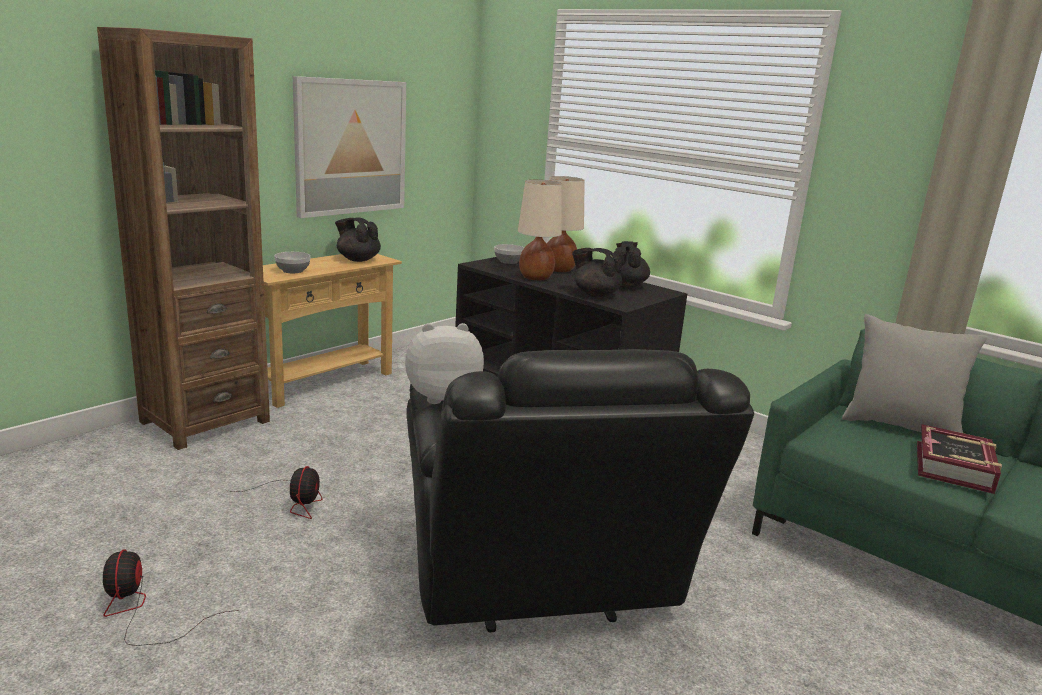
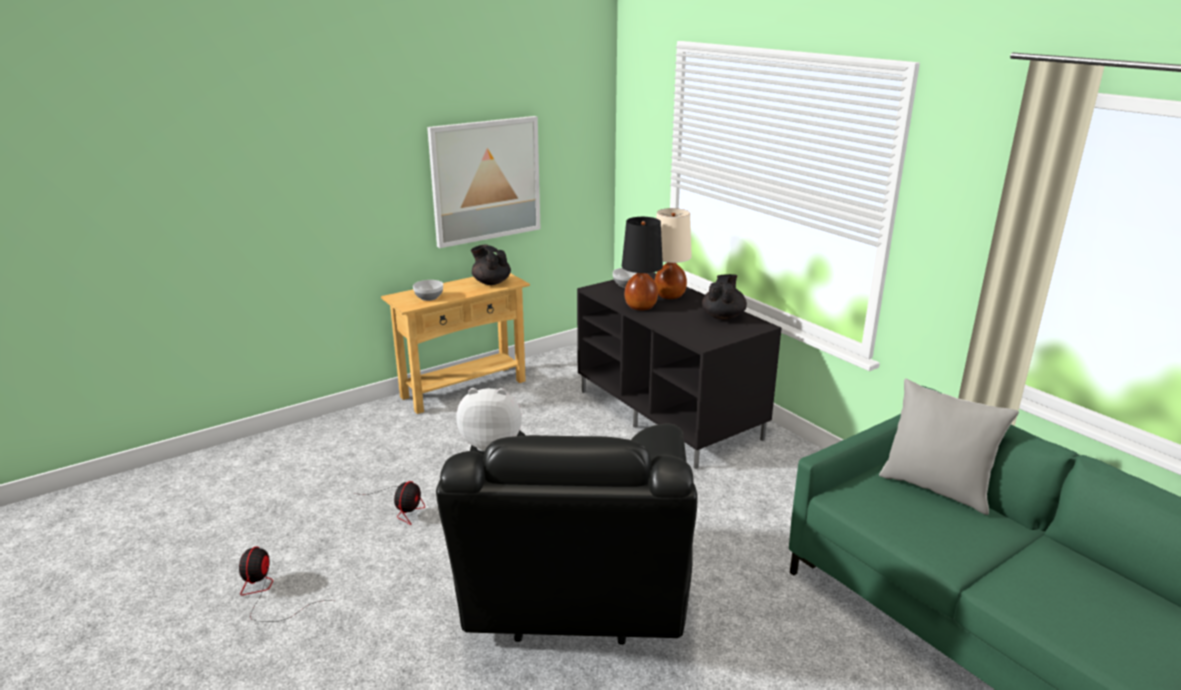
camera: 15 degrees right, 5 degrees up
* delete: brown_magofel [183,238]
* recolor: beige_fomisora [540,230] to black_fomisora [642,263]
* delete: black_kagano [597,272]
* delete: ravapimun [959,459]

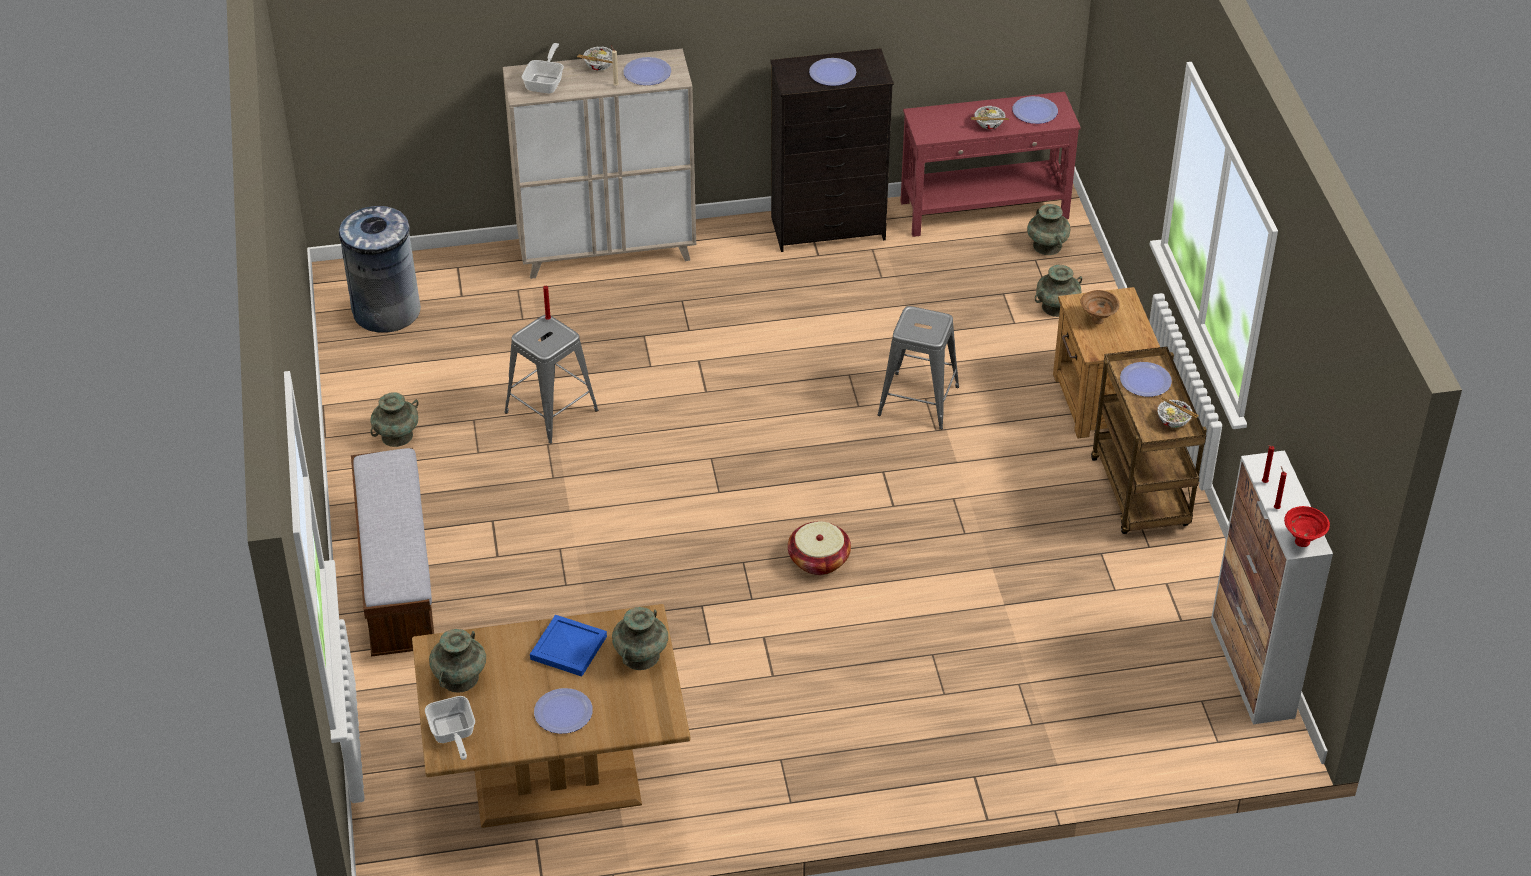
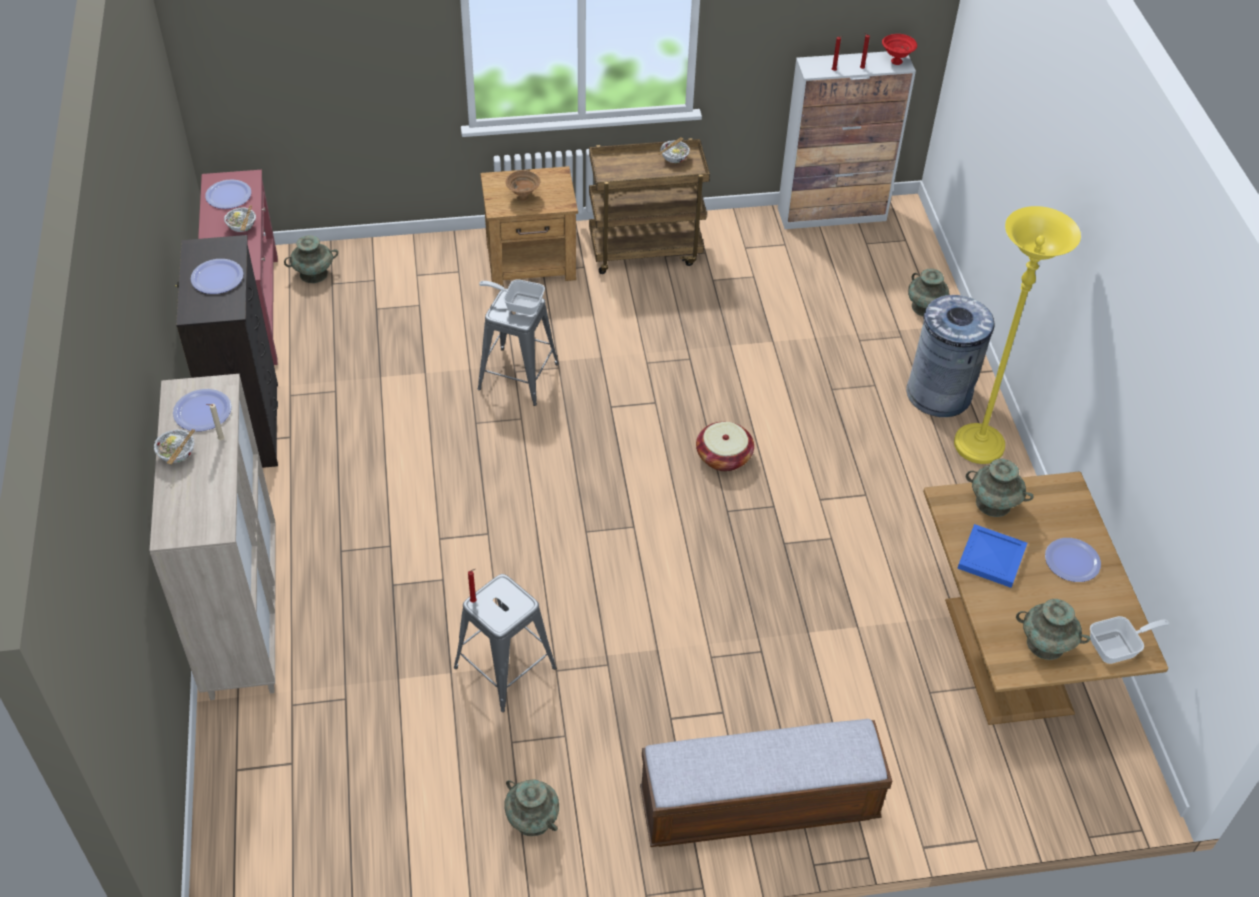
camera: 90 degrees left, 5 degrees up
* move: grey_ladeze [380,269] to [950,356]
* move: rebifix [543,68] to [512,297]
* move: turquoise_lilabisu [1058,291] to [929,293]
* delete: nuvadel [1146,379]
* insert: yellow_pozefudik [1017,335]

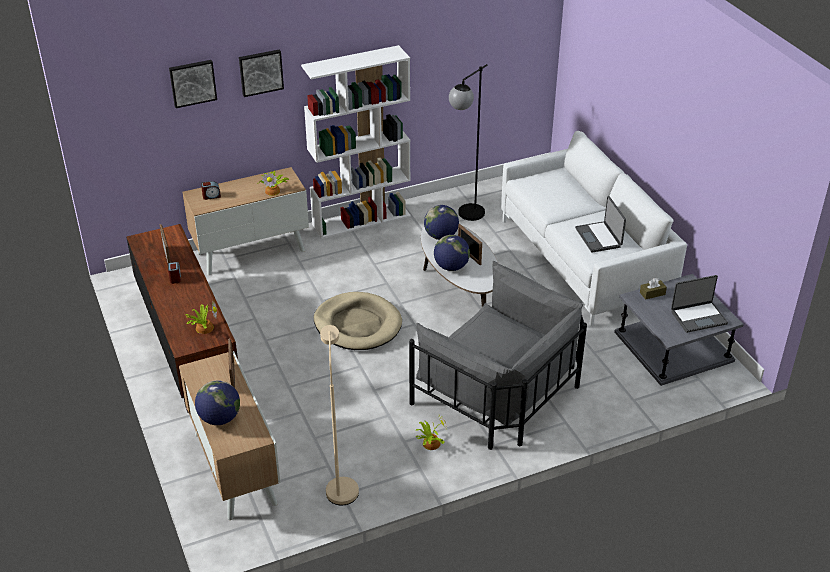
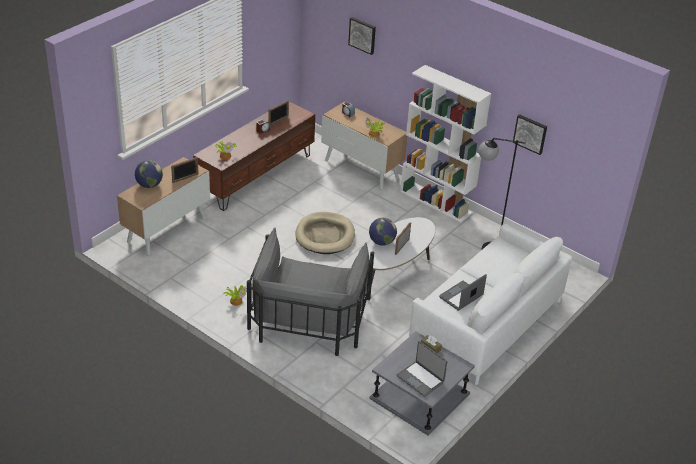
camera: 60 degrees right, 0 degrees up
* move: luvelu [261,73] to [530,134]
* delete: beige_pozefudik [339,415]
* delete: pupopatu [441,222]

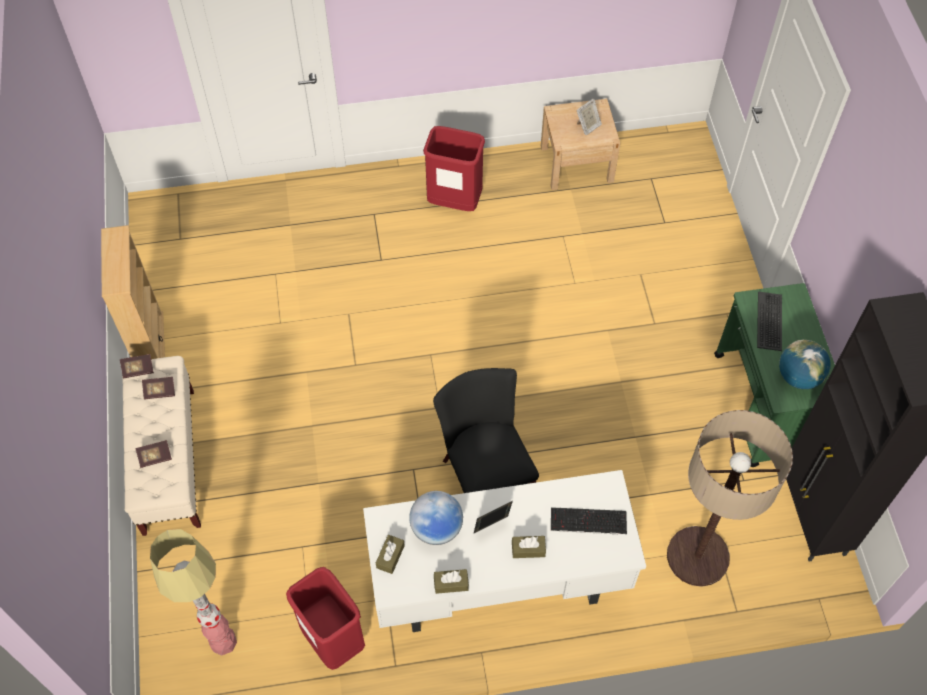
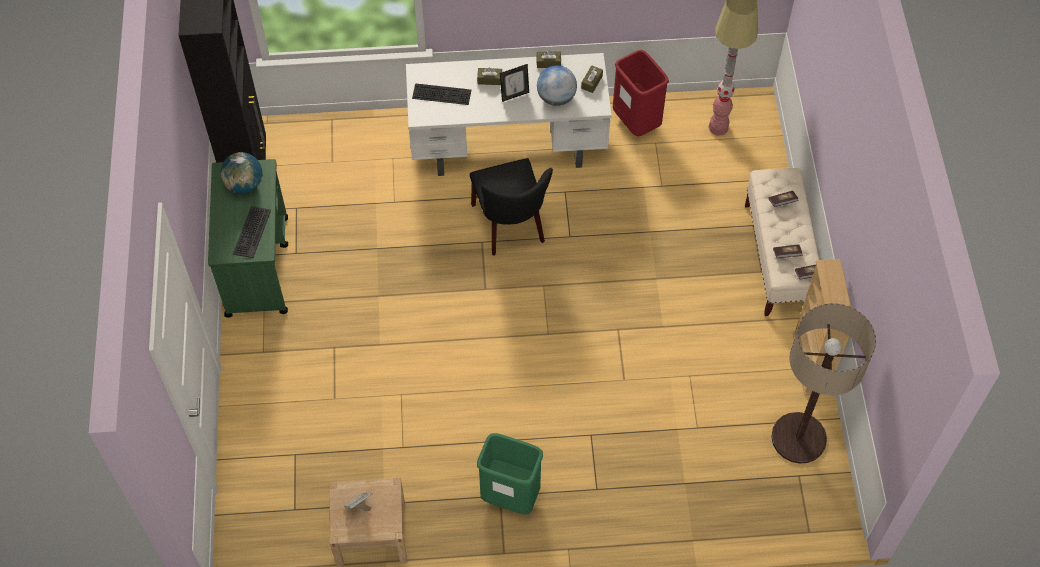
camera: 175 degrees left, 0 degrees up
* recolor: red_ladeze [454,168] to green_ladeze [510,473]
* move: pozefudik [730,498] to [823,383]

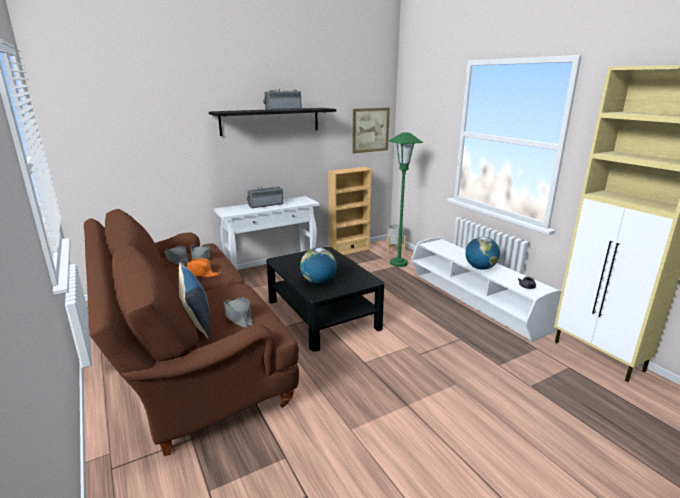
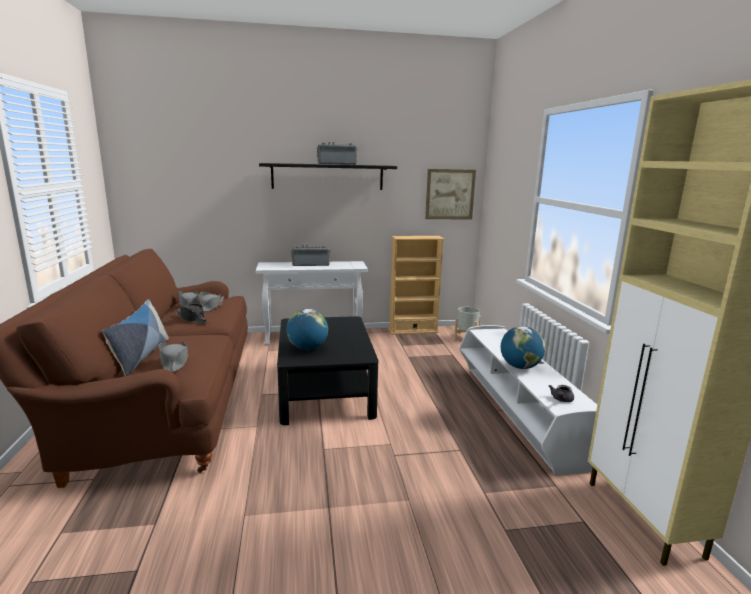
camera: 20 degrees right, 5 degrees down
* recolor: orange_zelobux [199,267] to black_zelobux [192,314]
* delete: green_pozefudik [406,199]

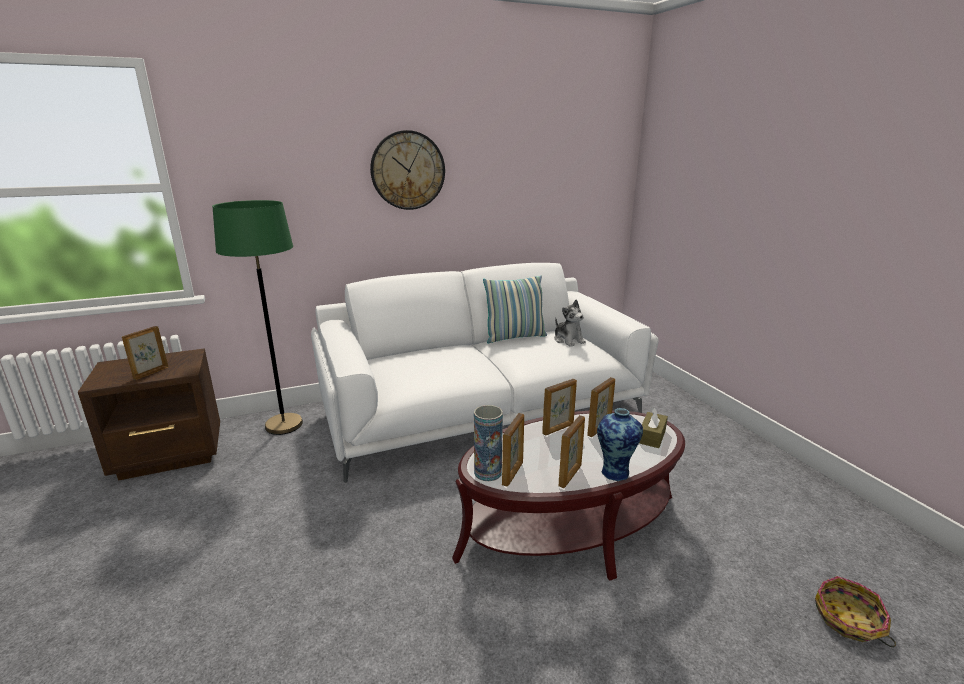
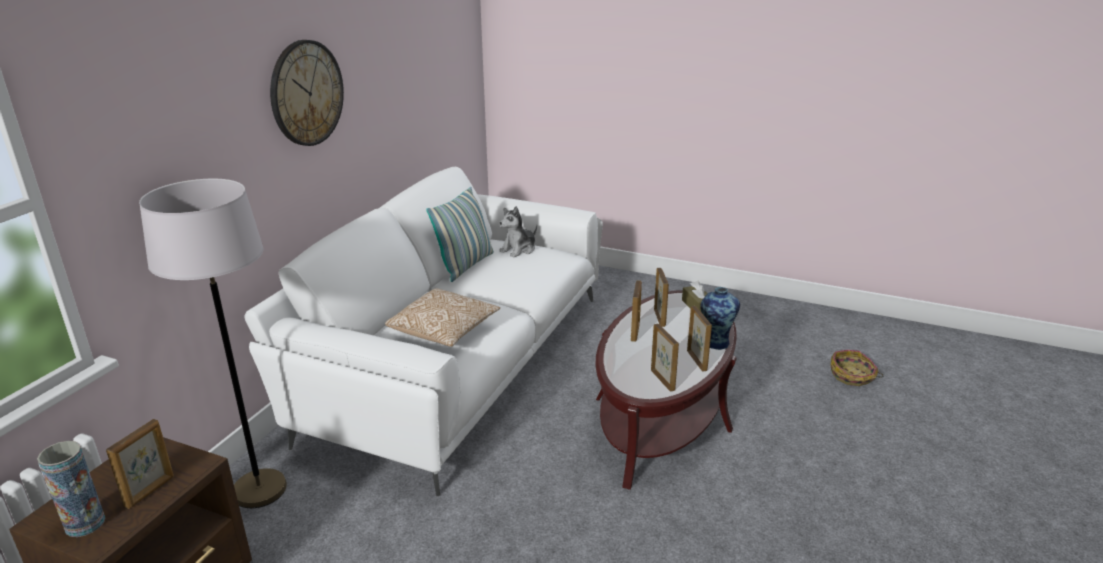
camera: 45 degrees left, 5 degrees up
* rotate: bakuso [145,353] = [140,464] 135 degrees counterclockwise
* recolor: green_pozefudik [257,317] to grey_pozefudik [213,343]
* move: lilabisu [488,443] to [71,489]
* rotate: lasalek [570,323] = [518,232] 120 degrees clockwise
* insert: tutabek [442,317]

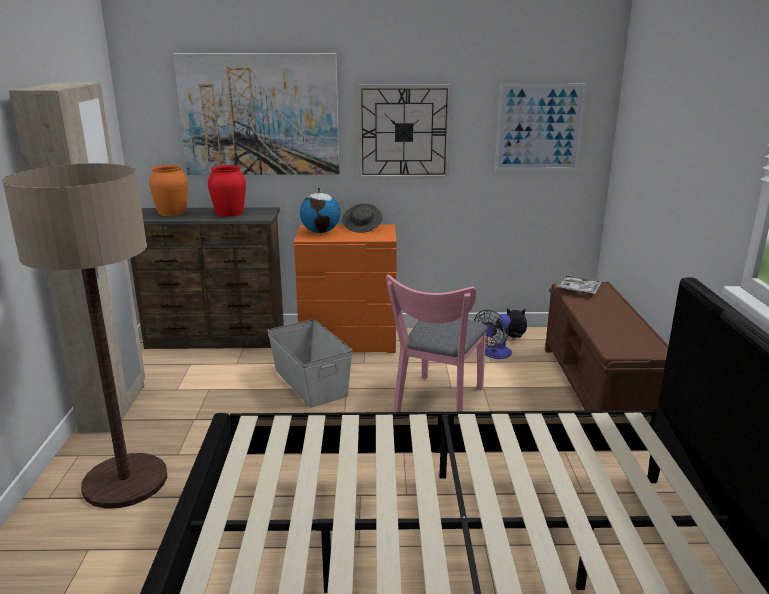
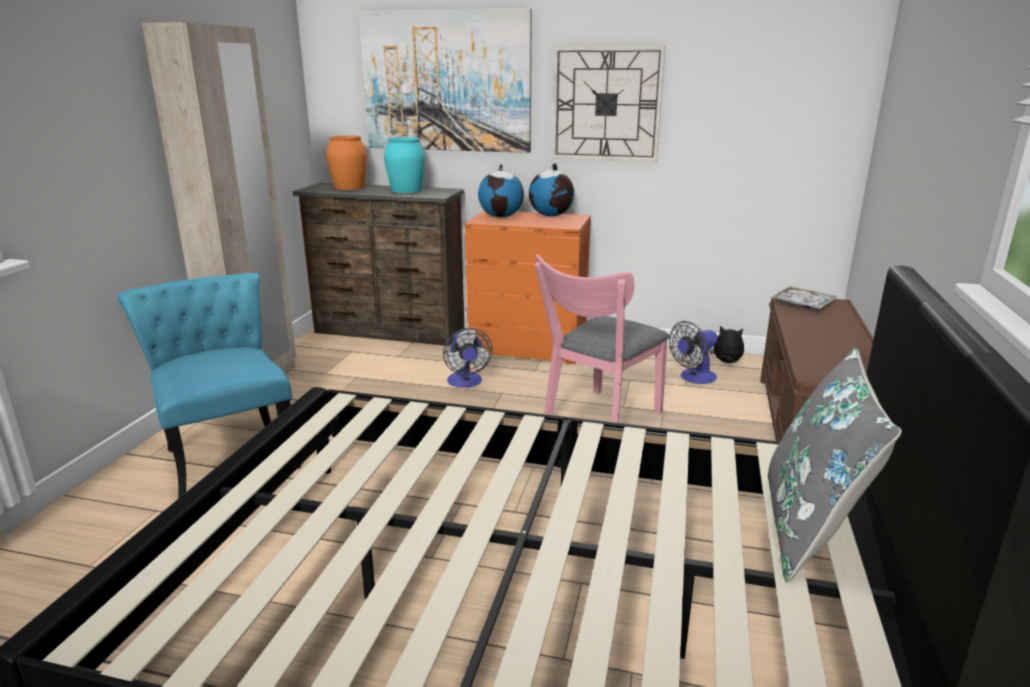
camera: 15 degrees right, 0 degrees up
* replace: pozefudik [84,336] to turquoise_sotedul [209,386]
* recolor: red_lilabisu [227,191] to turquoise_lilabisu [404,165]
* replace: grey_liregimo [310,363] to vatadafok [468,358]
* replace: grey_zelobux [362,218] to pupopatu [551,189]
* delete: luvelu [541,126]
* insert: grey_tutabek [835,465]

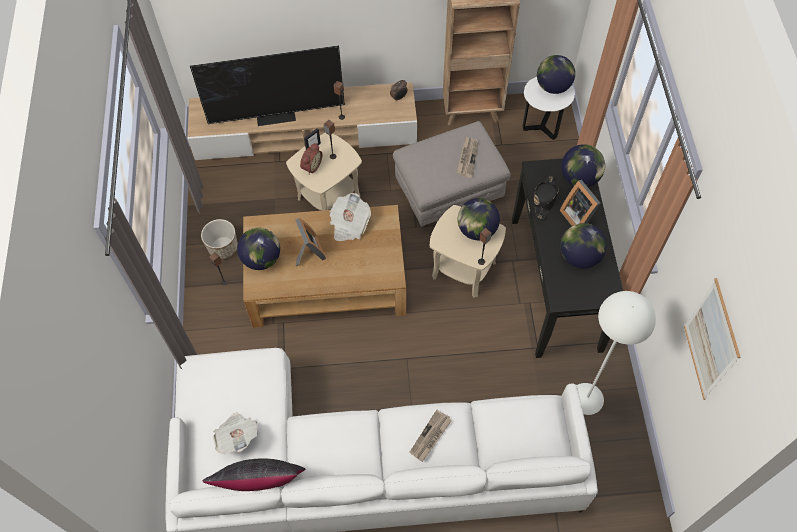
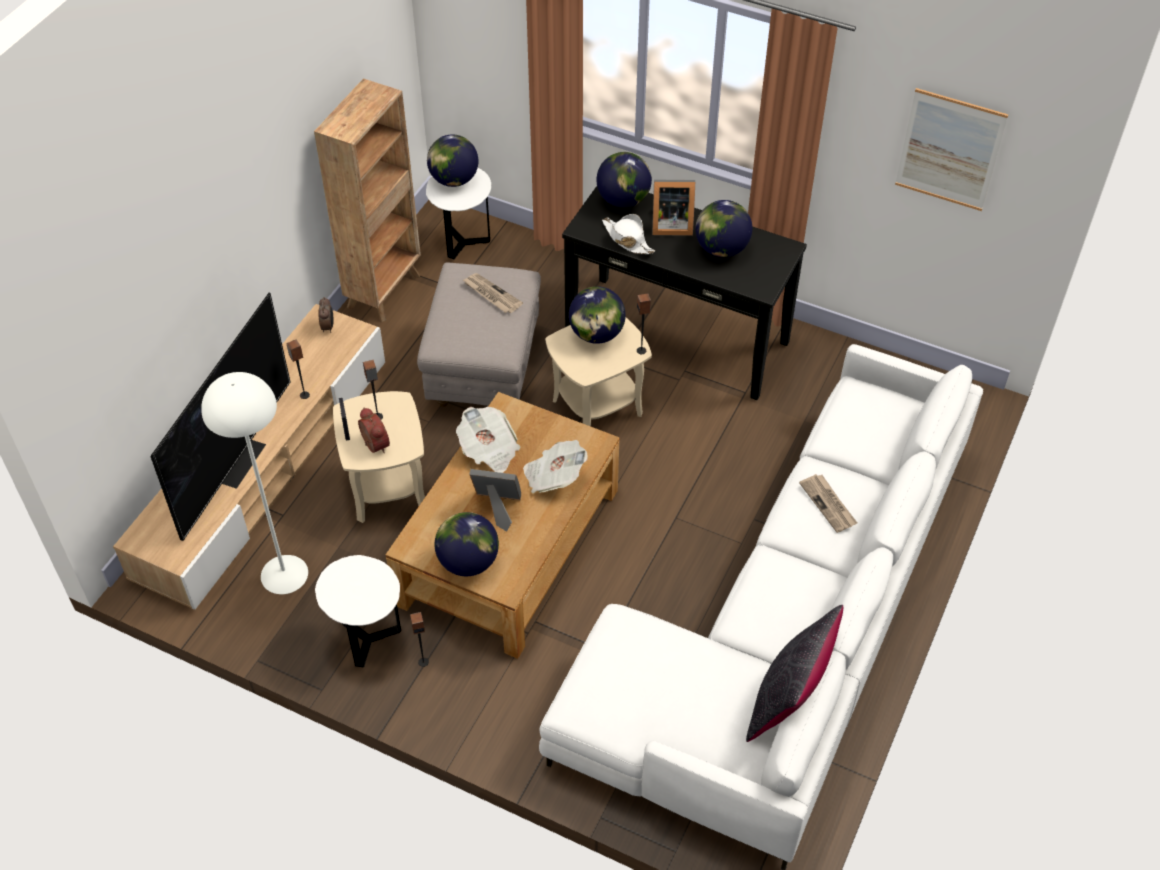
camera: 60 degrees left, 10 degrees down
* replace: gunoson [219,239] to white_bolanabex [358,611]
* move: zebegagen [235,433] to [555,466]
* recolor: black_zelobux [546,197] to white_zelobux [628,234]
* move: white_pozefudik [616,353] to [254,483]

